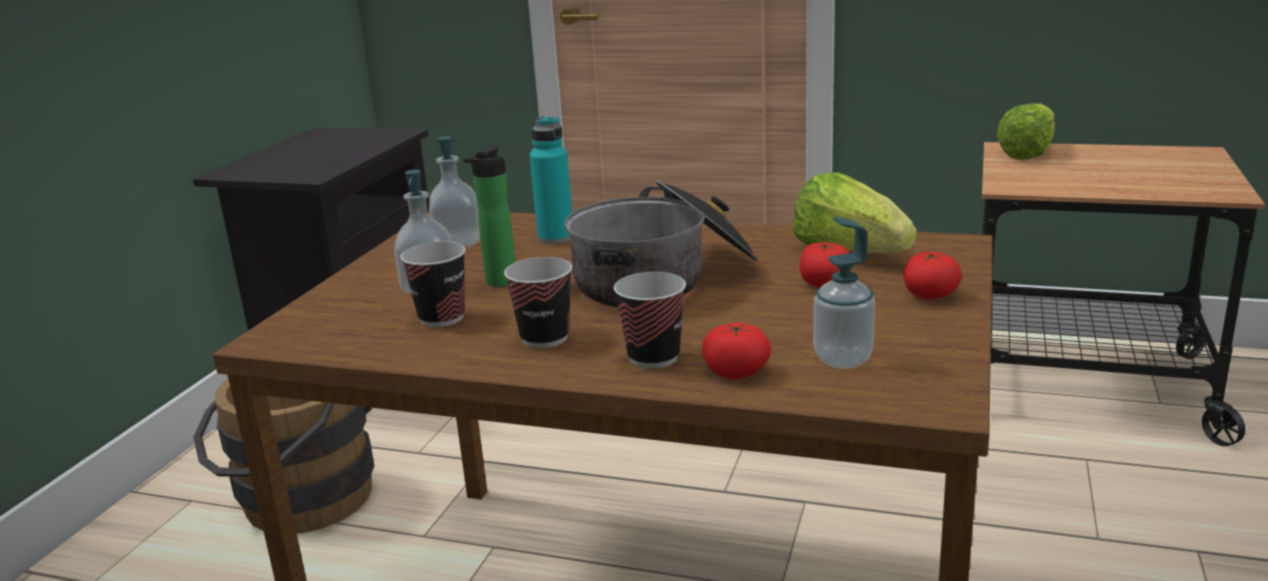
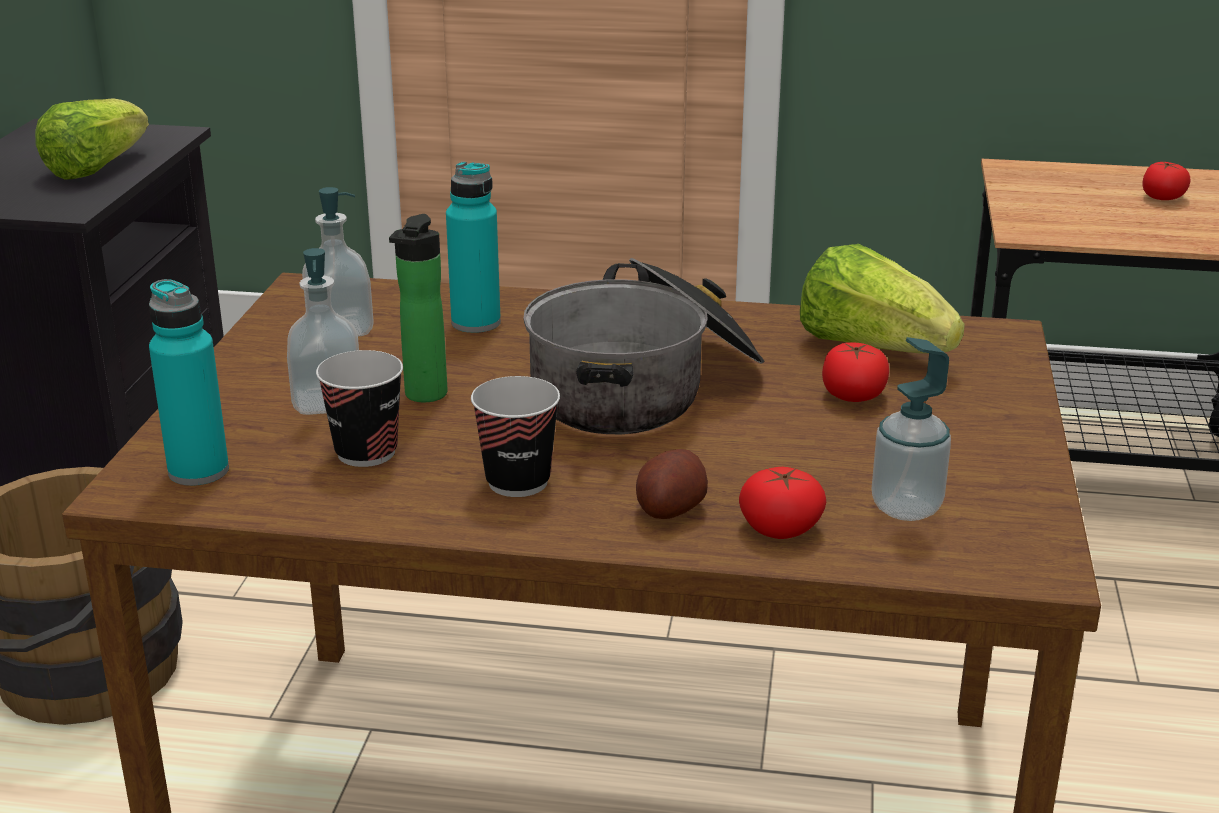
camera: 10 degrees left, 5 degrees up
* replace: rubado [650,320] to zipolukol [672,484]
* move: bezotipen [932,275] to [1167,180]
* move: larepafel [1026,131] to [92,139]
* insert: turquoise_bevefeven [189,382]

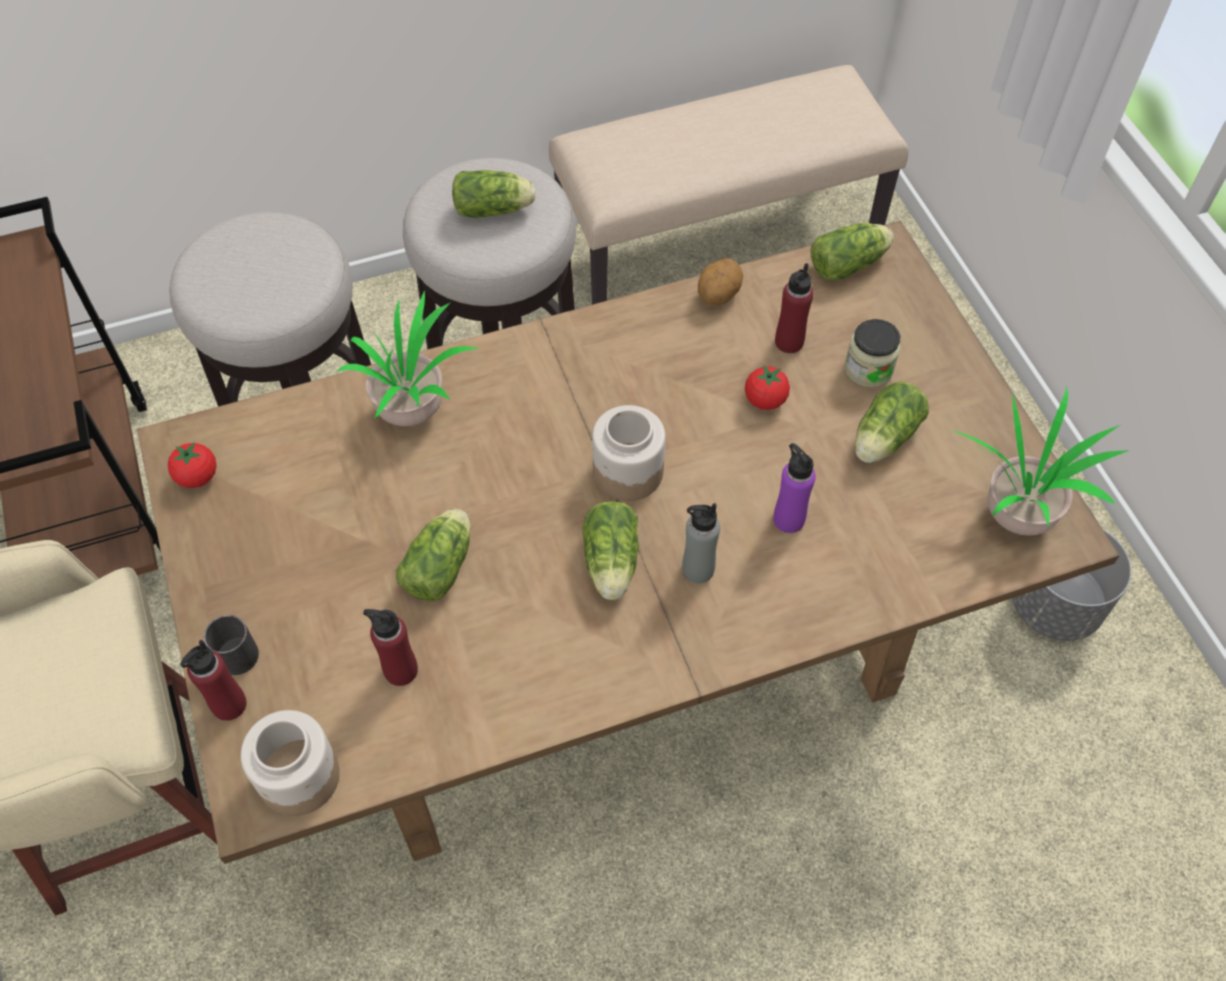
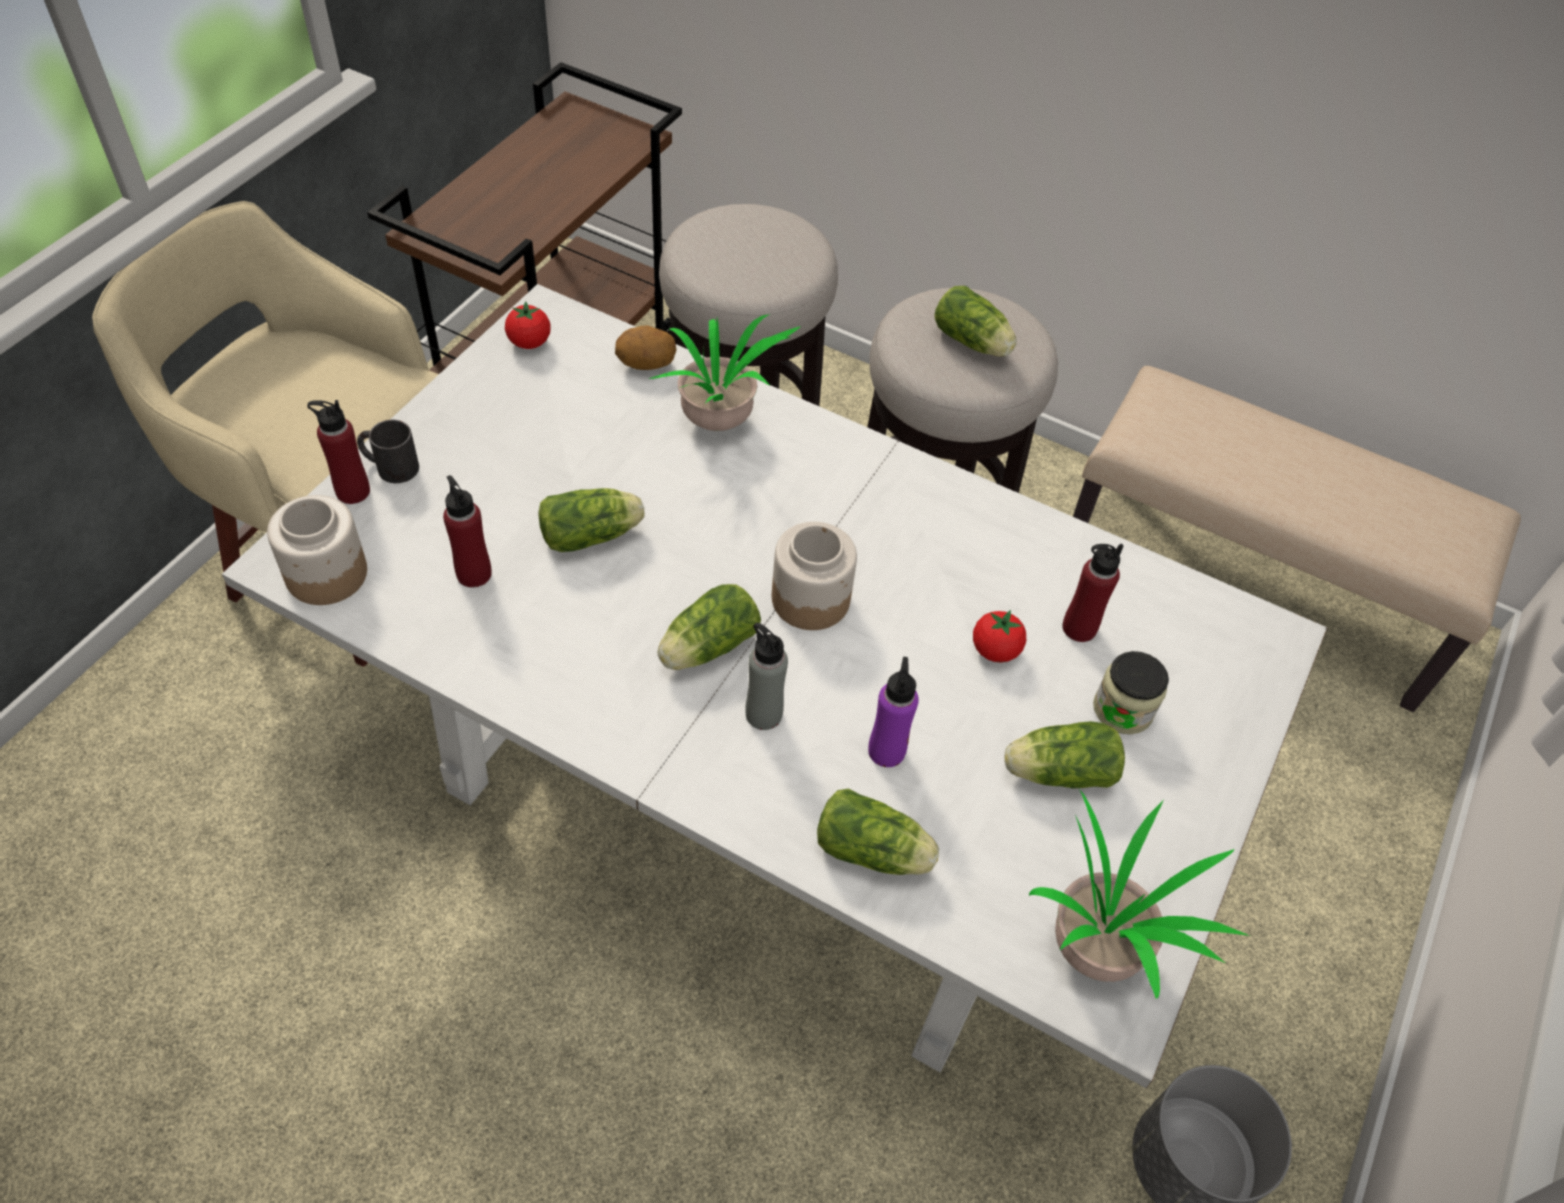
camera: 45 degrees right, 5 degrees down
* recolor: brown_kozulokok [628,542] to white_kozulokok [774,686]
* move: zipolukol [720,282] to [646,348]
* move: larepafel [852,252] to [878,832]

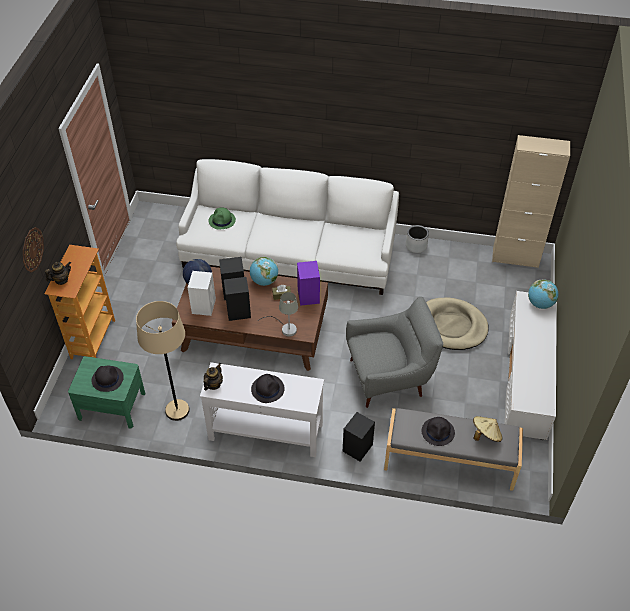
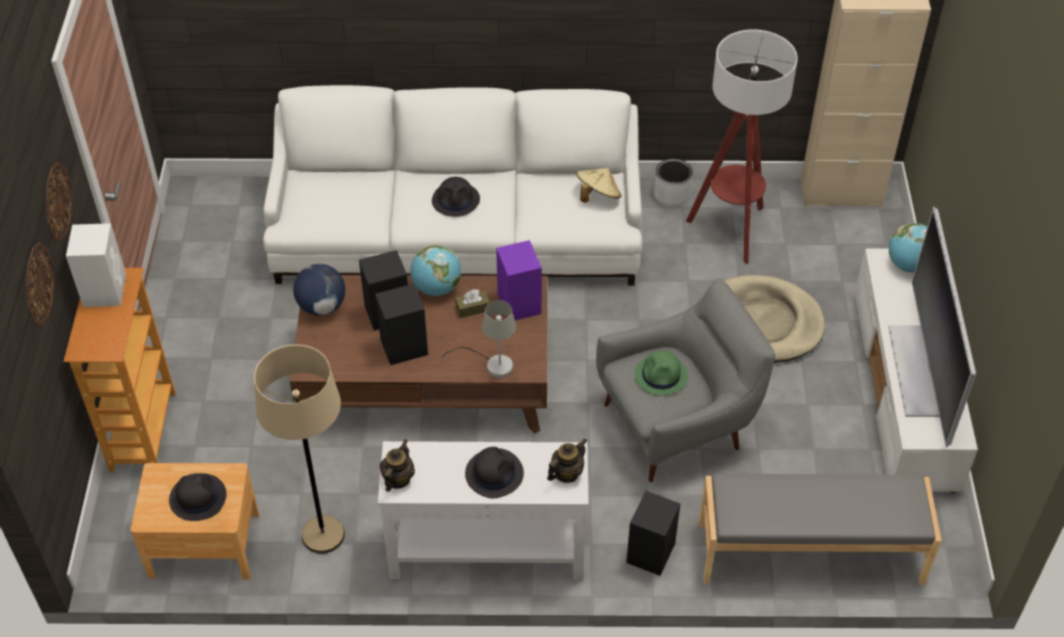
camera: 10 degrees left, 0 degrees up
* move: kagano [58,273] to [567,460]
* recolor: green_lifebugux [106,392] to brown_lifebugux [194,521]
* move: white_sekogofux [202,293] to [96,265]
* move: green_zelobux [222,218] to [661,373]
* move: black_zelobux [438,431] to [456,197]
* move: beige_zelobux [487,429] to [598,185]
* insert: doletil [59,202]
* insert: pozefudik [742,146]
* insert: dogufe [932,327]

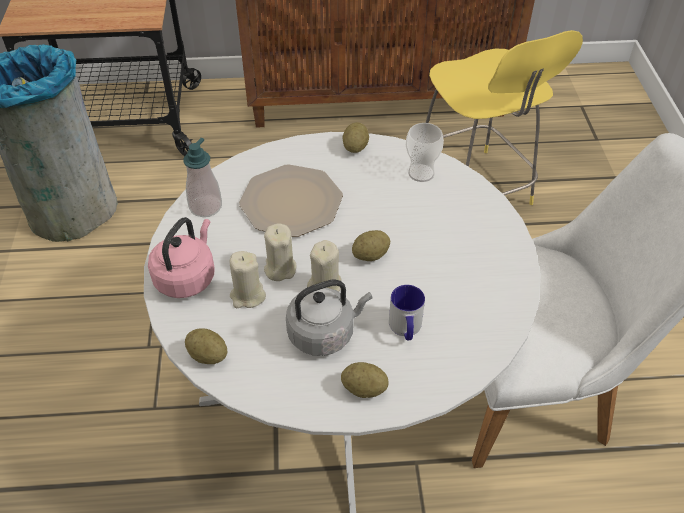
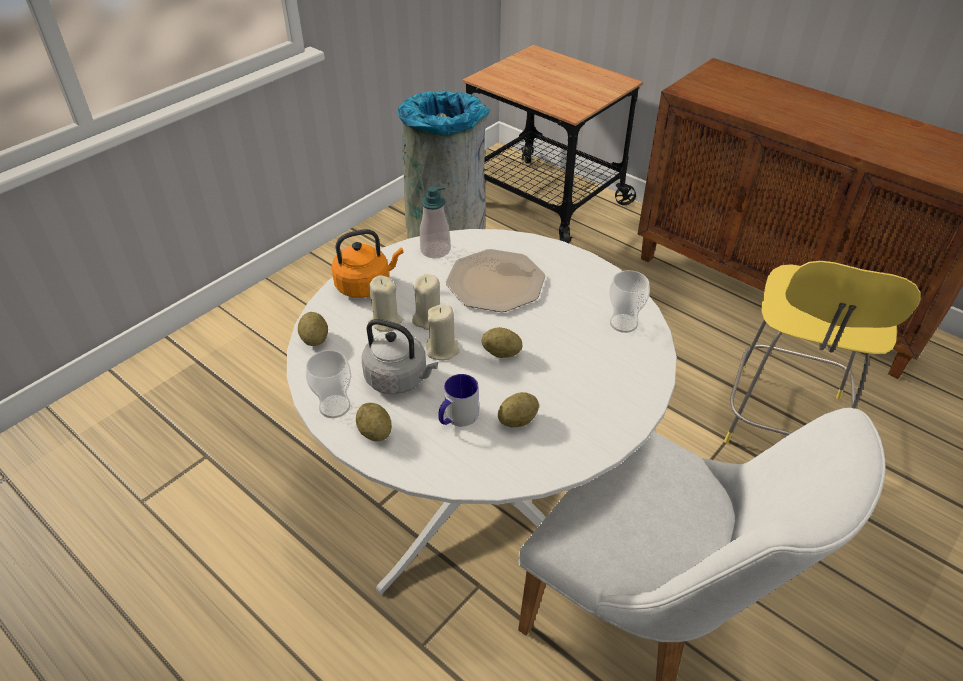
camera: 45 degrees right, 5 degrees down
* recolor: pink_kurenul [181,257] to orange_kurenul [367,263]
* move: zipolukol [356,137] to [518,410]
* insert: rubado [328,384]

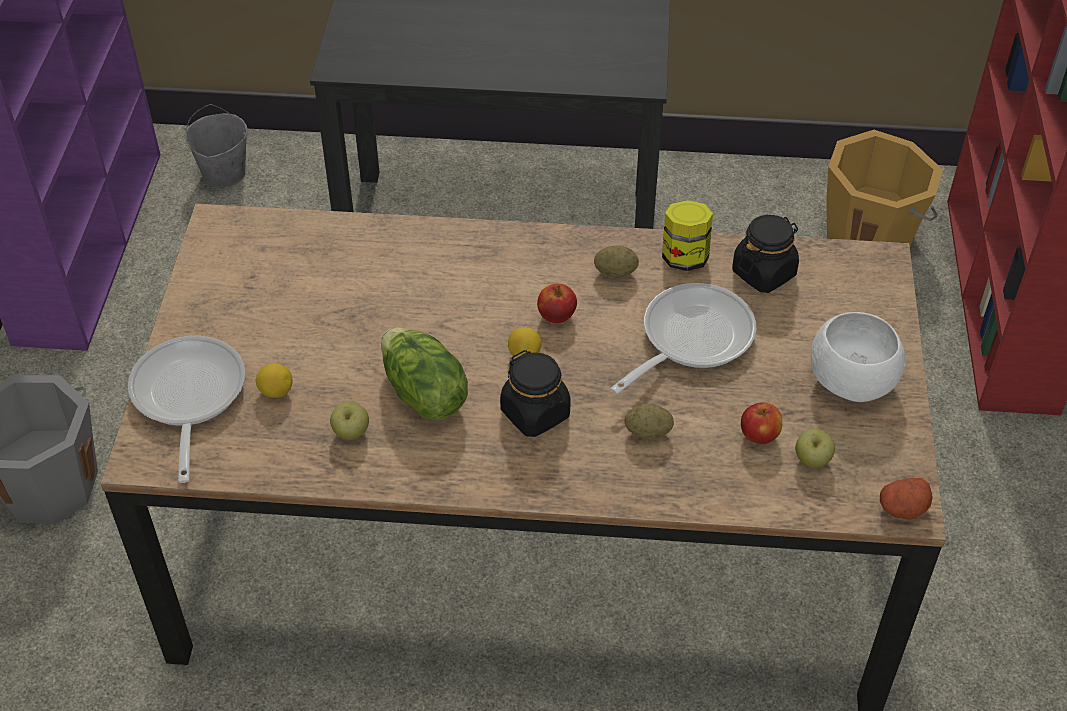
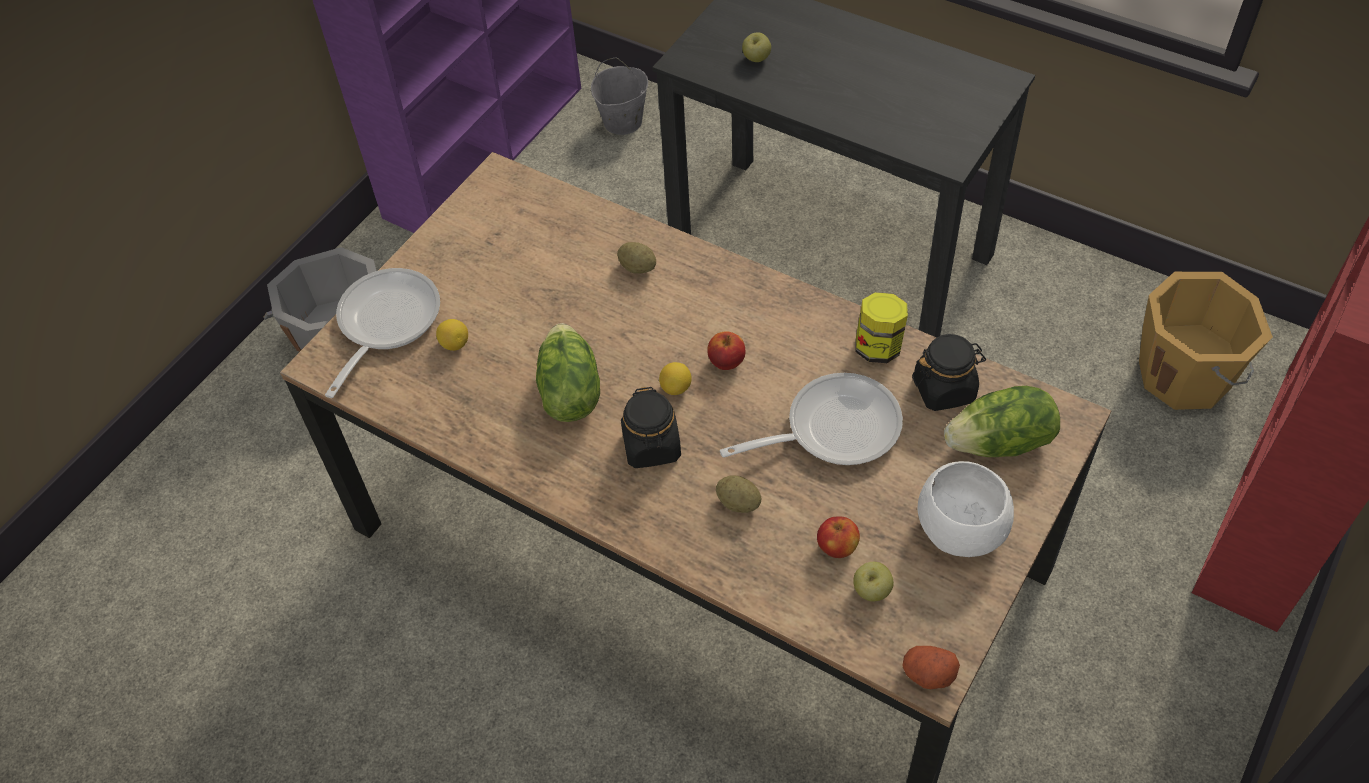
camera: 30 degrees right, 5 degrees up
* move: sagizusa [349,420] to [756,47]
* move: zipolukol [616,261] to [636,258]
* insert: larepafel [1002,421]

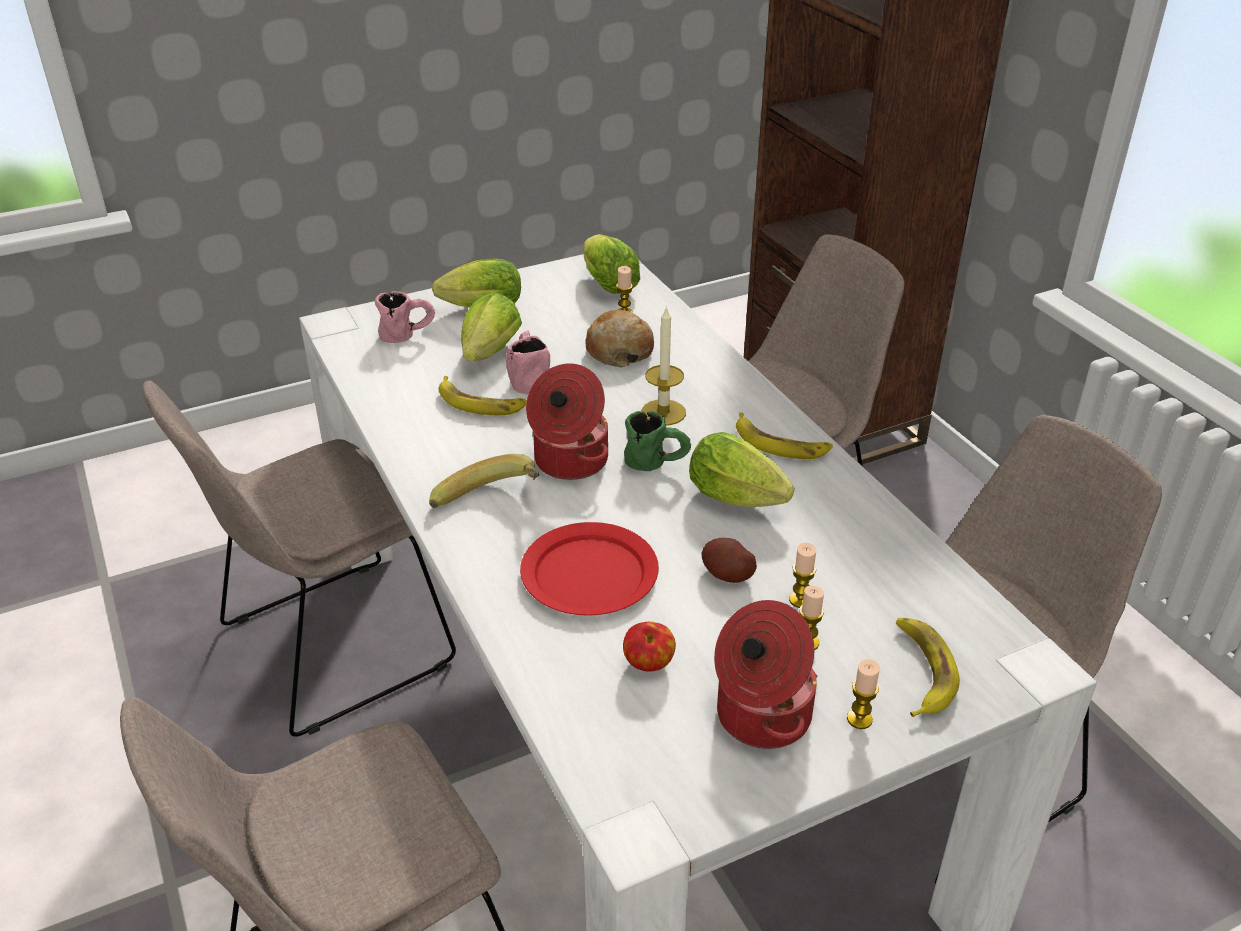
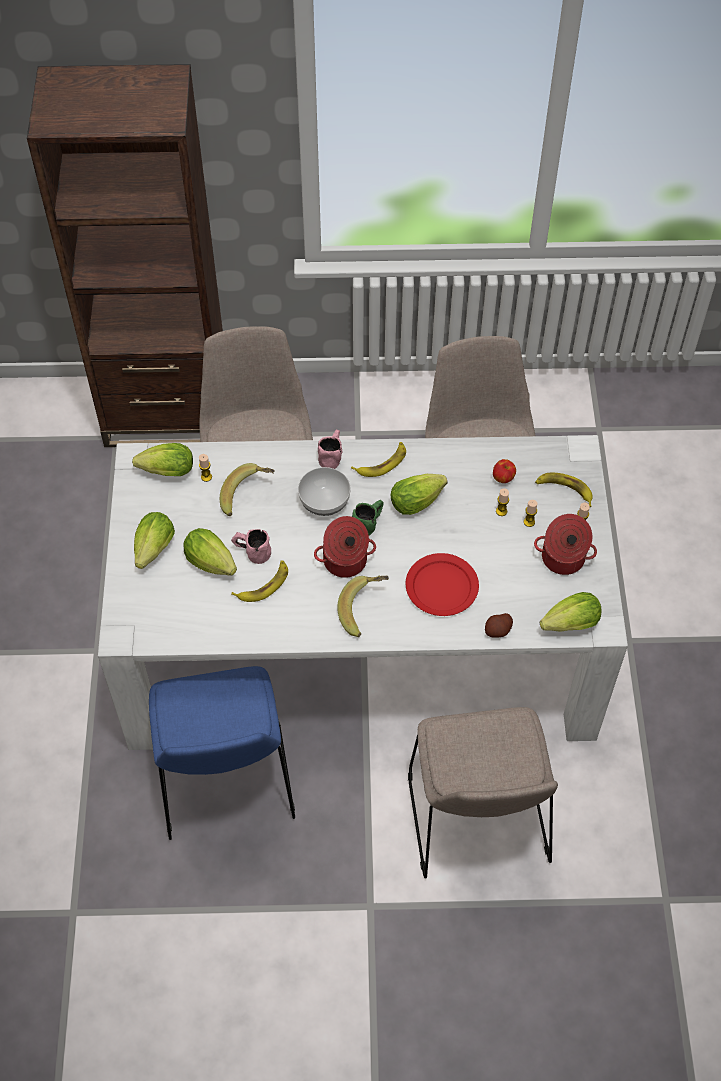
camera: 65 degrees left, 20 degrees up
* recolor: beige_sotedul [299,559] to blue_sotedul [222,753]
* move: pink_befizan [405,317] to [330,449]
* replace: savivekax [619,339] to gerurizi [247,489]
* move: sagizusa [649,647] to [504,471]
* replace: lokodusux [663,366] to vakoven [324,491]
* move: zipolukol [729,560] to [499,625]
* insert: larepafel [570,612]

